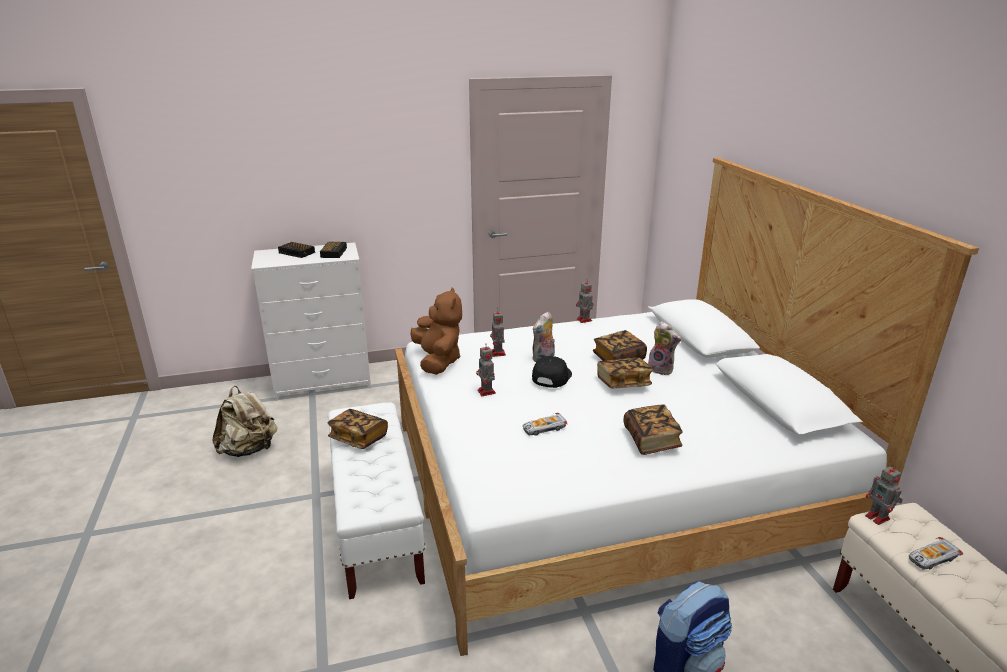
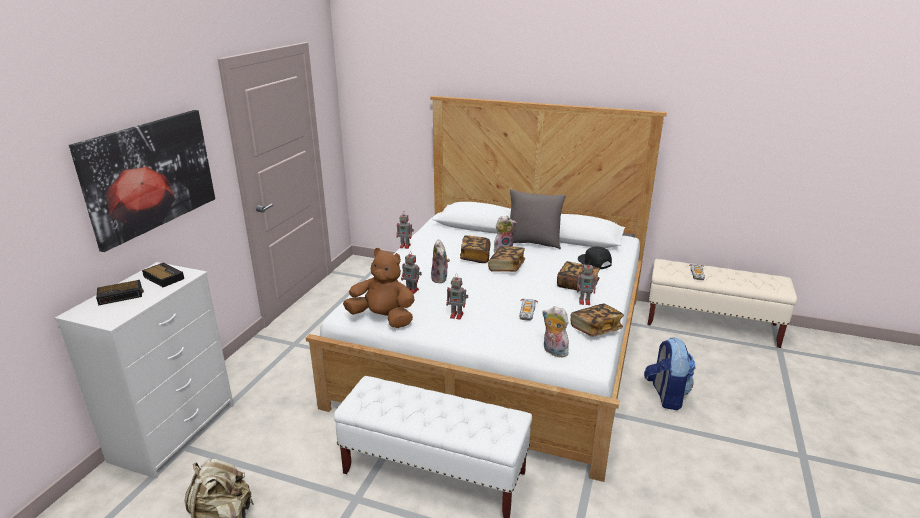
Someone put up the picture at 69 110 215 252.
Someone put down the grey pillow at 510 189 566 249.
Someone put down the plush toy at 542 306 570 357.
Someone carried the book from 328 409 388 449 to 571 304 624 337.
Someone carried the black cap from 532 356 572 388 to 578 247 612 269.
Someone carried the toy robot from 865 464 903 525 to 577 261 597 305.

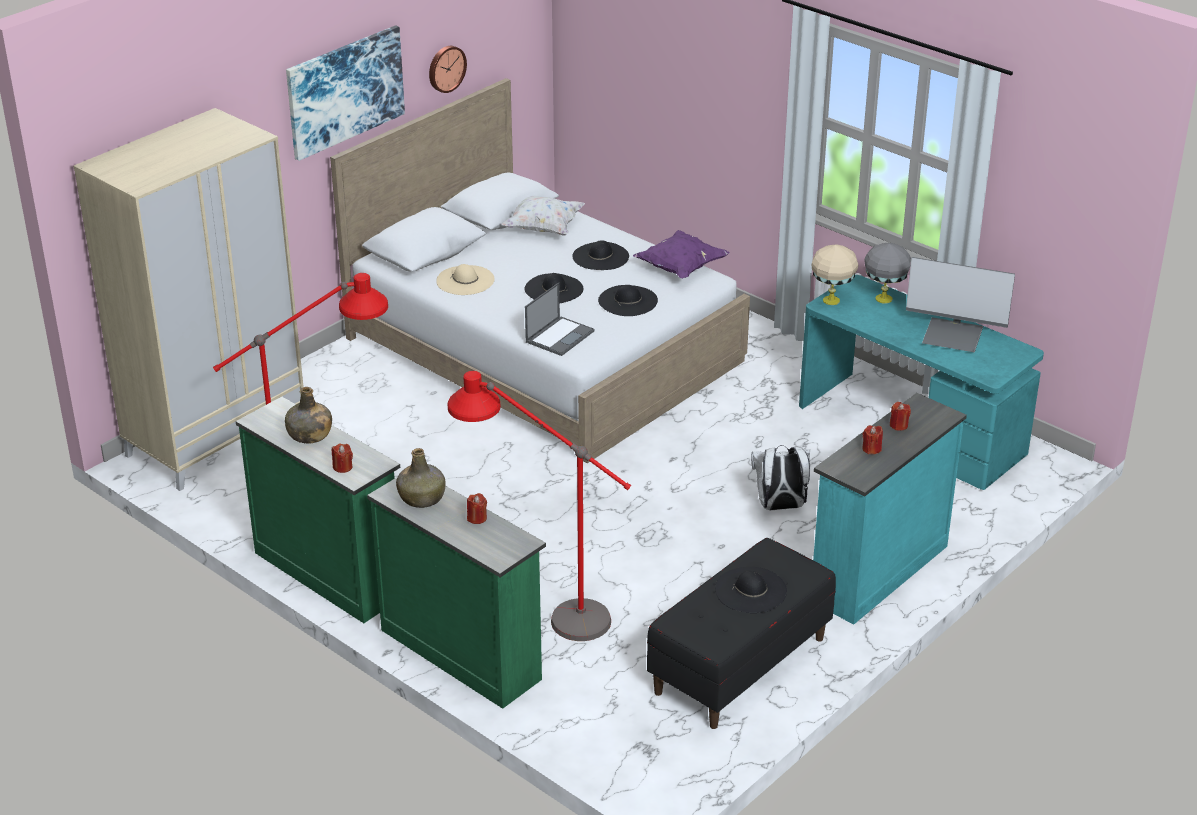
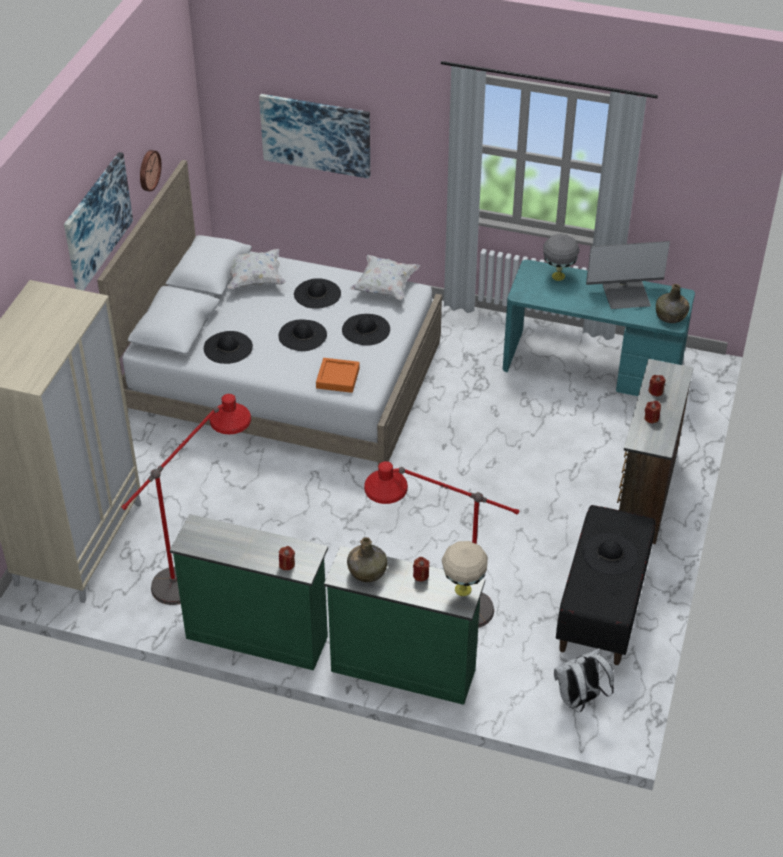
Someone put up the picture at 259 94 370 179.
Someone carried the green bottle from 285 387 332 444 to 656 284 689 323.
Someone carried the white backpack from 751 445 810 510 to 554 648 614 712.
Someone carried the beige table lamp from 812 244 858 305 to 442 541 488 596.
Someone swapped the laptop at 525 282 595 356 for the orange tray at 316 358 360 393.
Someone repainted the beige hat at 436 264 495 295, which became the black hat at 204 331 253 364.
Someone repainted the purple pillow at 633 230 730 278, which became the white pillow at 349 255 420 300.
Someone repainted the turquoise dresser at 813 393 967 625, which became the brown dresser at 617 359 694 544.

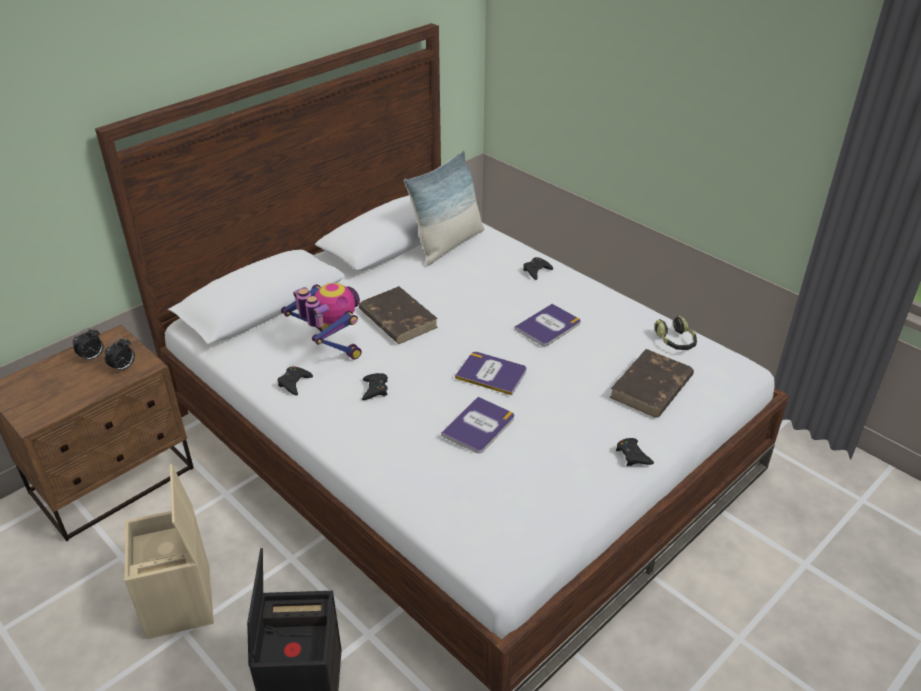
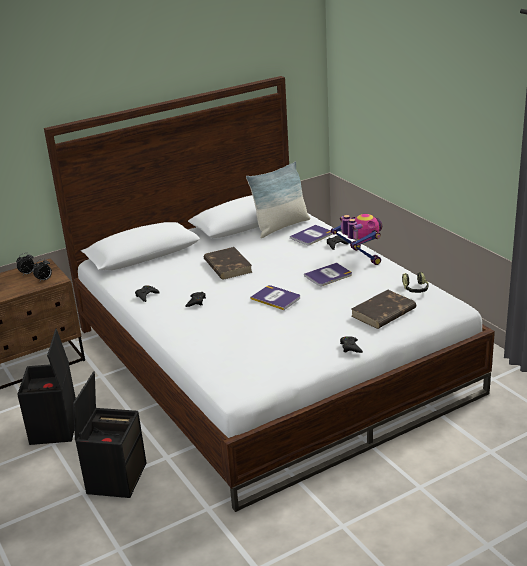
Someone carried the toy robot from 281 283 362 360 to 330 214 382 265.
Someone carried the book from 441 397 514 453 to 290 225 333 245.
Someone repainted the beige storage box at 124 464 214 639, which became the black storage box at 17 329 76 445.

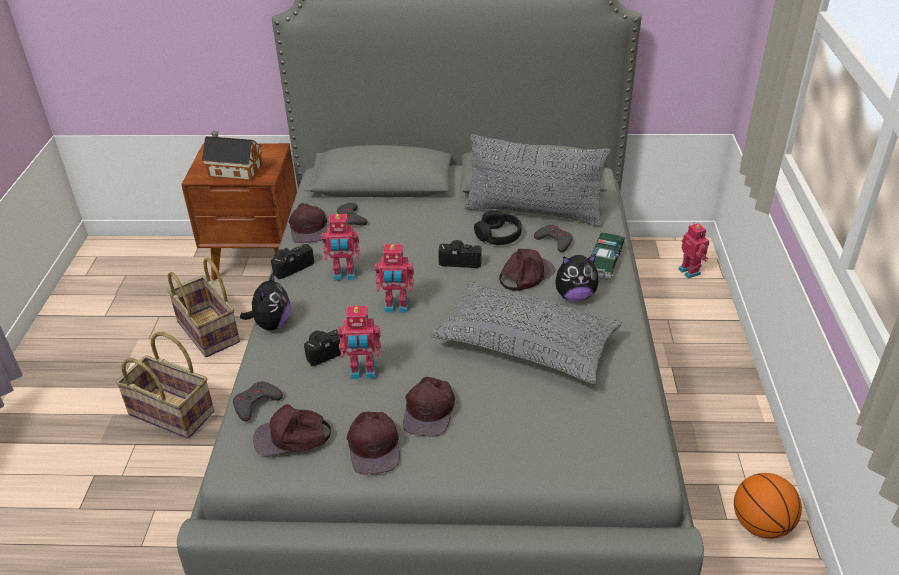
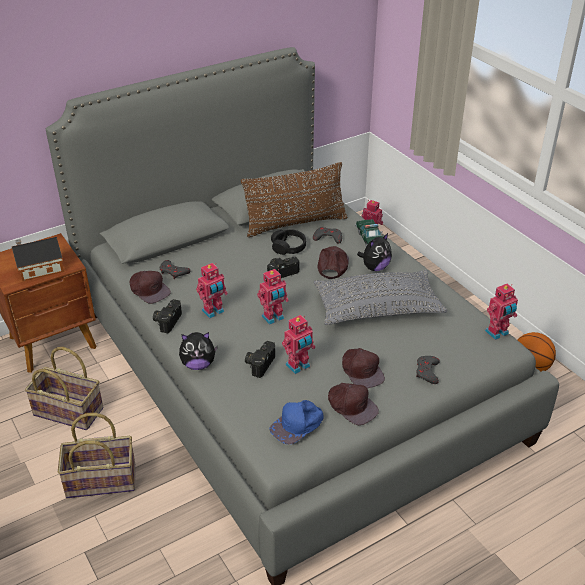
Someone put down the toy robot at 485 284 518 340.
Someone carried the grey game controller from 233 381 283 422 to 416 356 440 384.
Someone repainted the brown cap at 253 404 331 456, which became the blue cap at 270 400 324 444.
Someone repainted the grey pillow at 465 134 611 227, which became the brown pillow at 241 162 348 237.
Someone rotated the plush toy at 240 271 291 330 by 105 degrees clockwise.

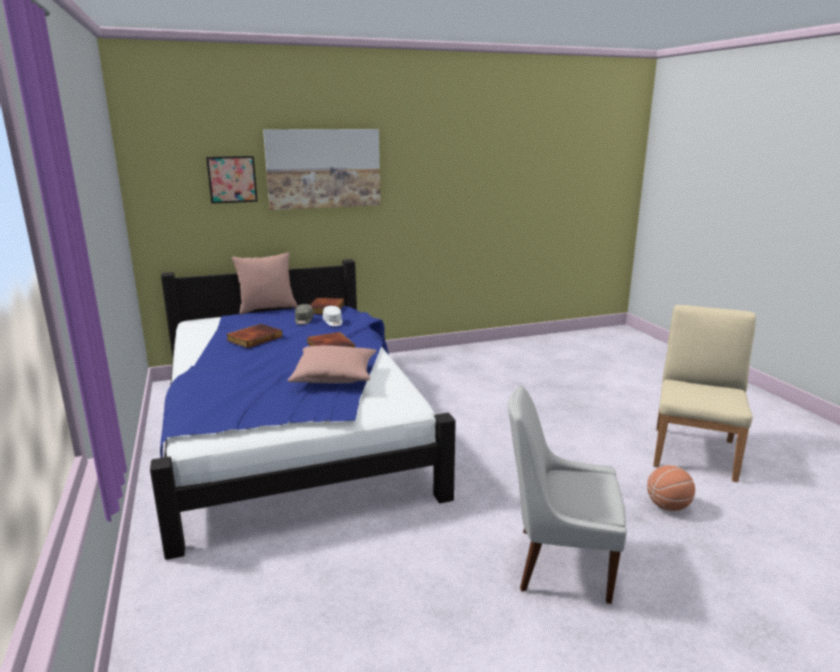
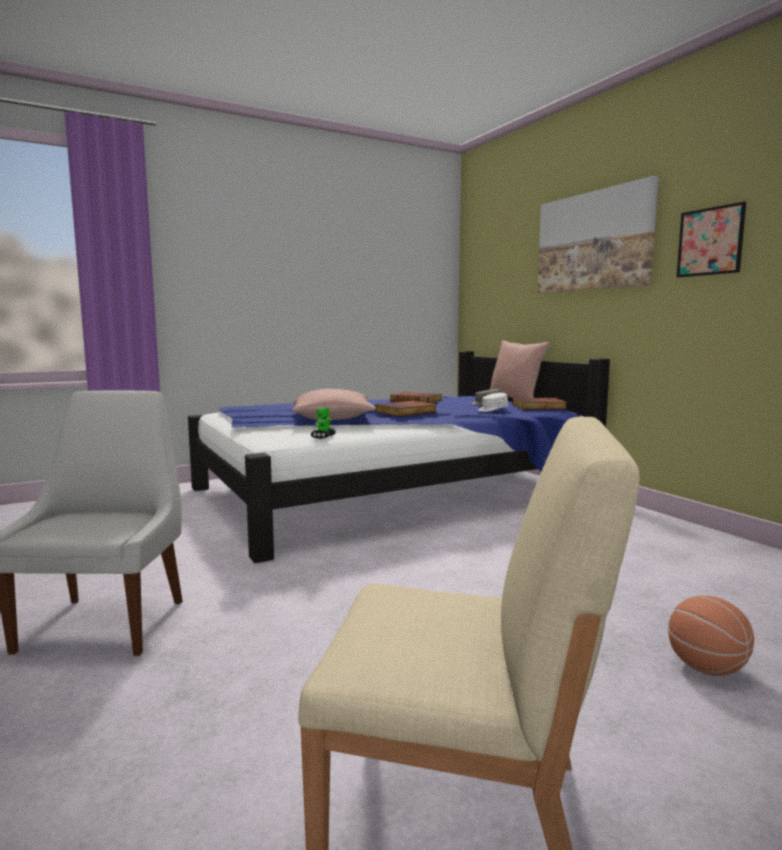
Someone put down the toy robot at 311 408 336 439.
Someone carried the picture from 206 156 258 204 to 677 201 746 277.
Someone carried the basketball from 647 465 695 511 to 668 596 754 676.

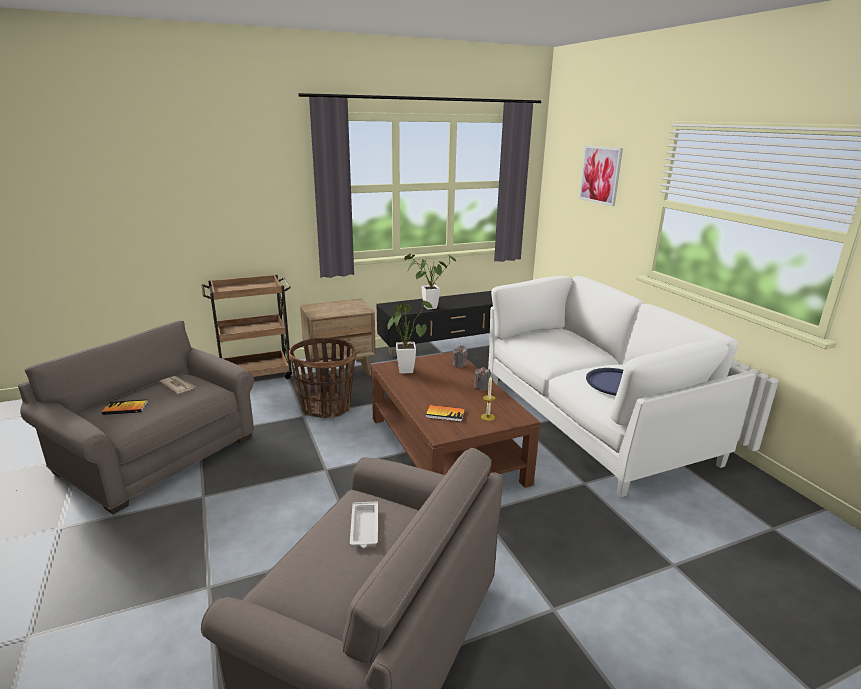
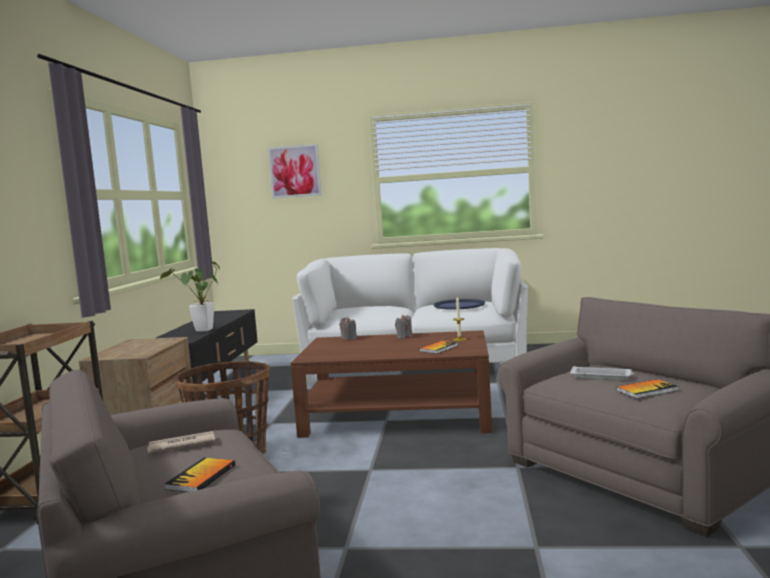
Someone took away the potted plant at 387 300 433 374.
Someone put down the book at 616 379 679 399.

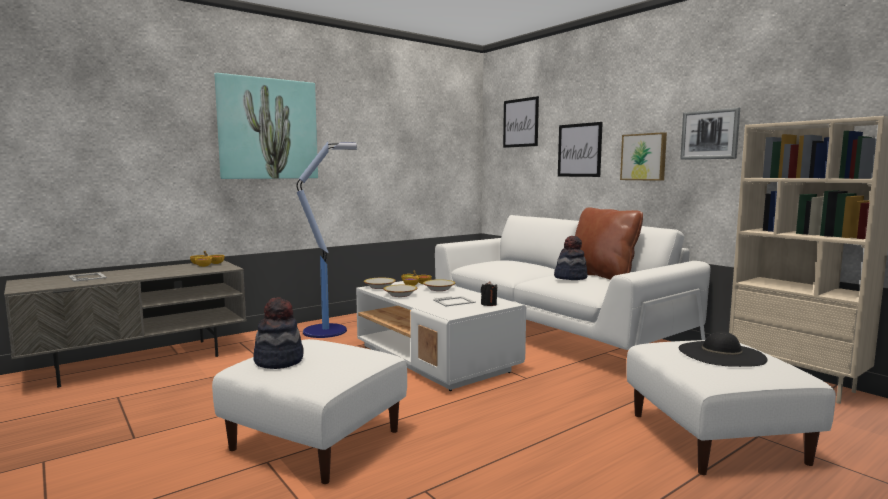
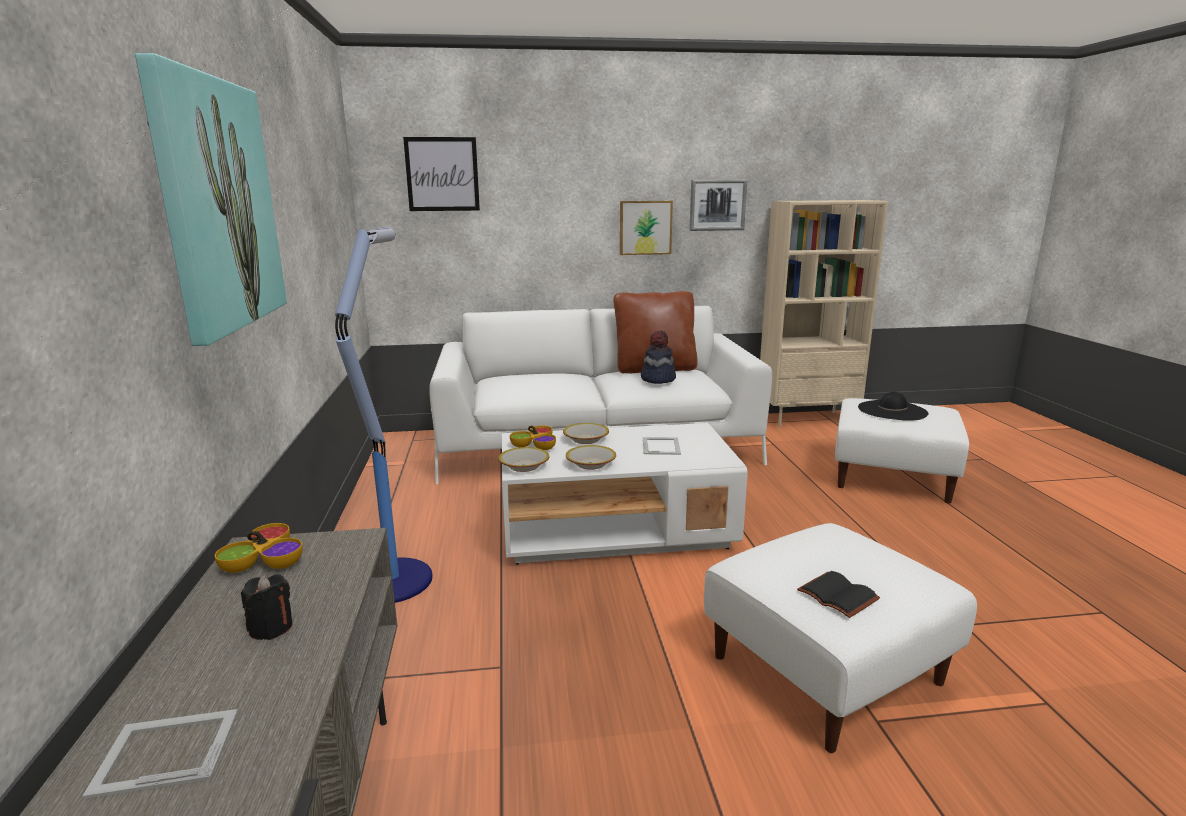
Someone took away the picture at 558 122 603 177.
Someone carried the black candle from 481 281 497 306 to 241 574 293 640.
Someone swapped the hat at 253 297 304 369 for the black book at 797 571 880 618.

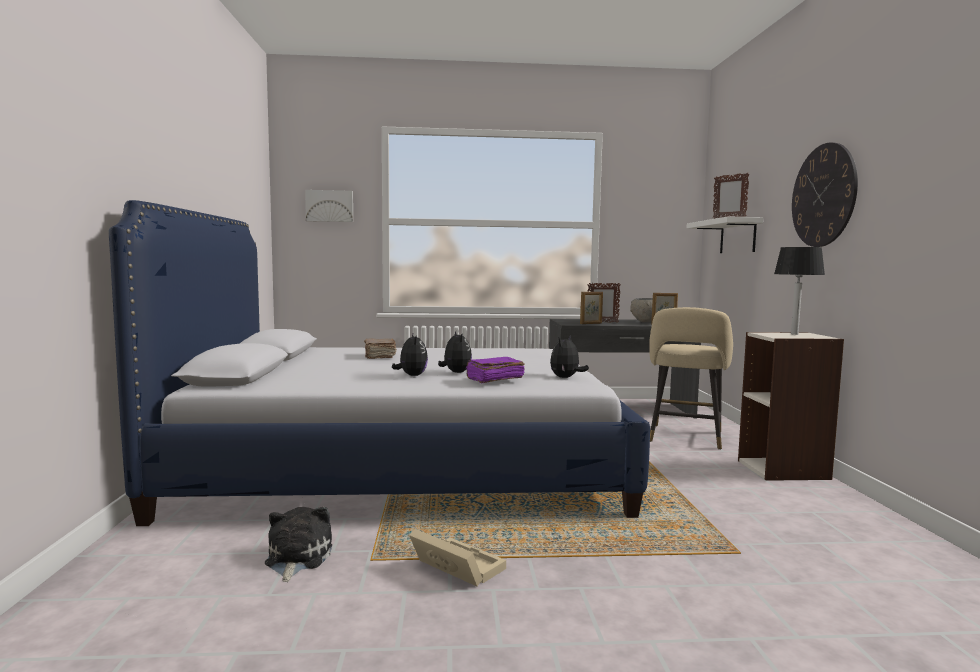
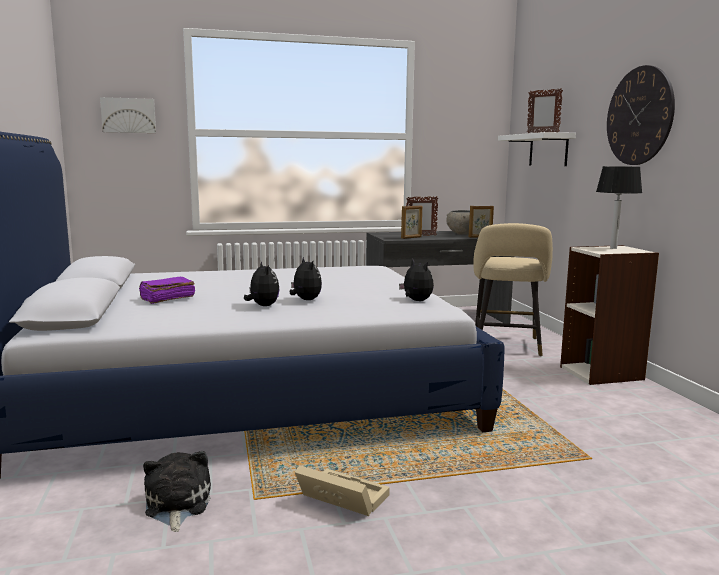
Someone took away the brown book at 364 338 397 359.
Someone carried the purple book from 466 357 525 383 to 139 277 195 304.
Someone rotated the plush toy at 550 335 589 378 by 120 degrees clockwise.

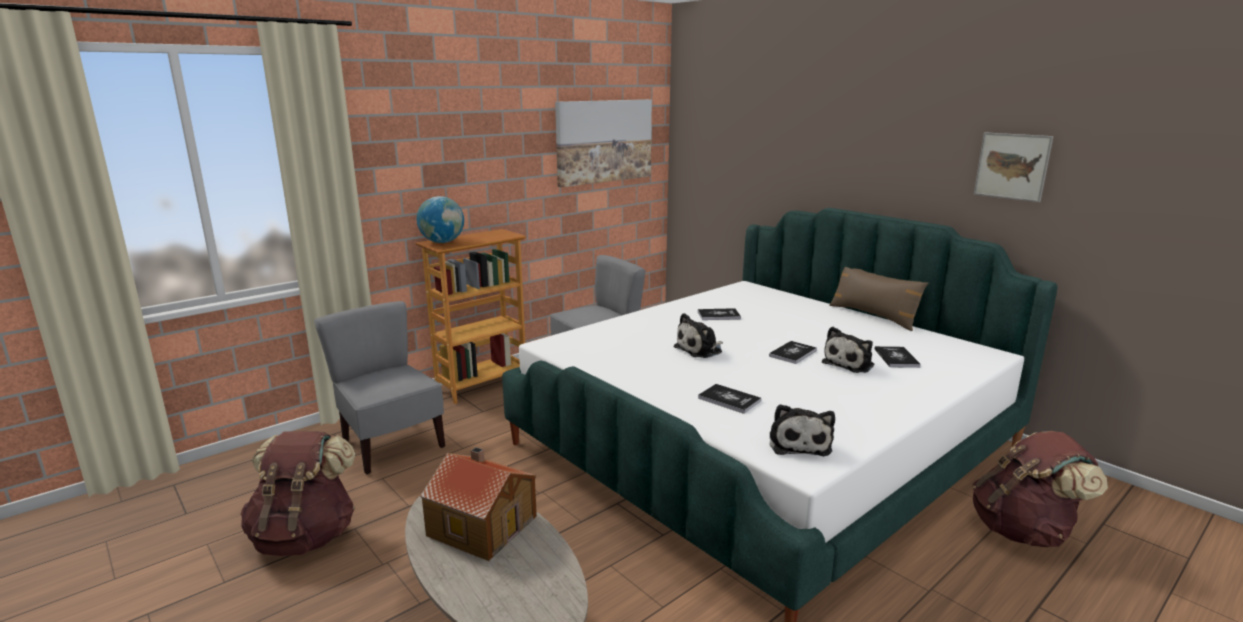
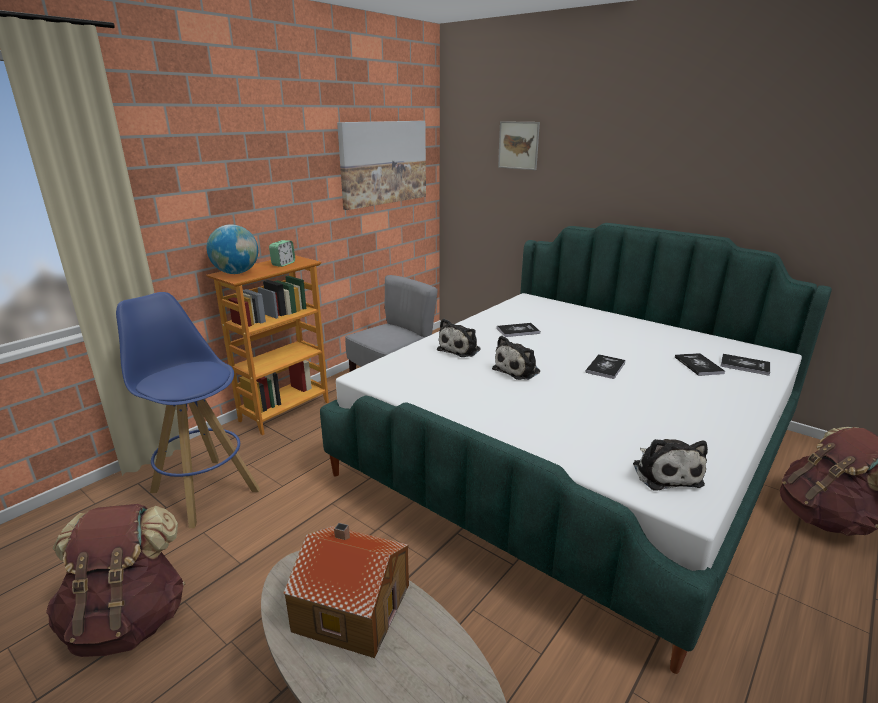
Someone took away the brown pillow at 829 267 928 331.
Someone put down the alarm clock at 269 240 295 267.
Someone carried the book from 698 384 761 414 to 721 354 770 376.
Someone carried the plush toy from 822 327 874 373 to 437 319 481 357.
Someone carried the picture from 974 132 1053 202 to 498 121 540 170.
Someone swapped the grey chair at 314 301 445 474 for the blue stool at 116 292 260 528.

